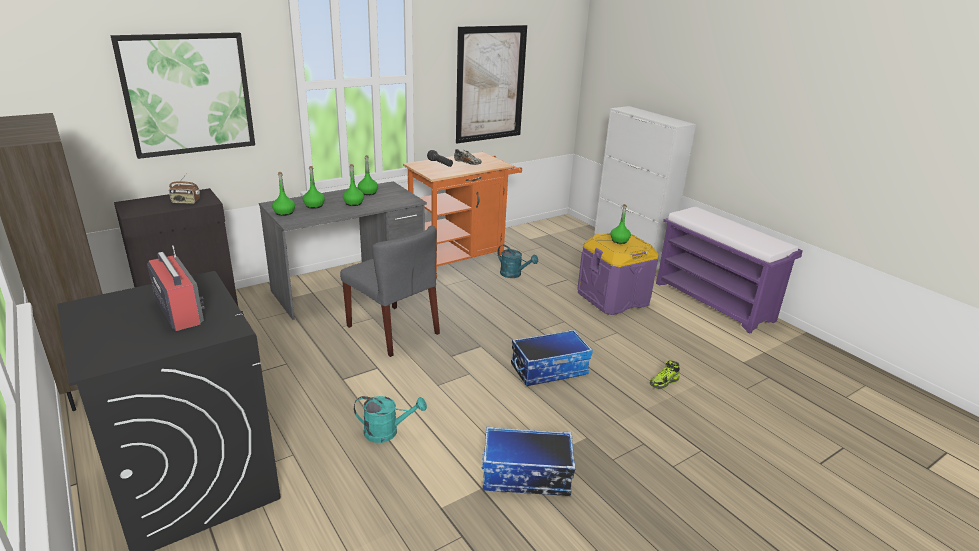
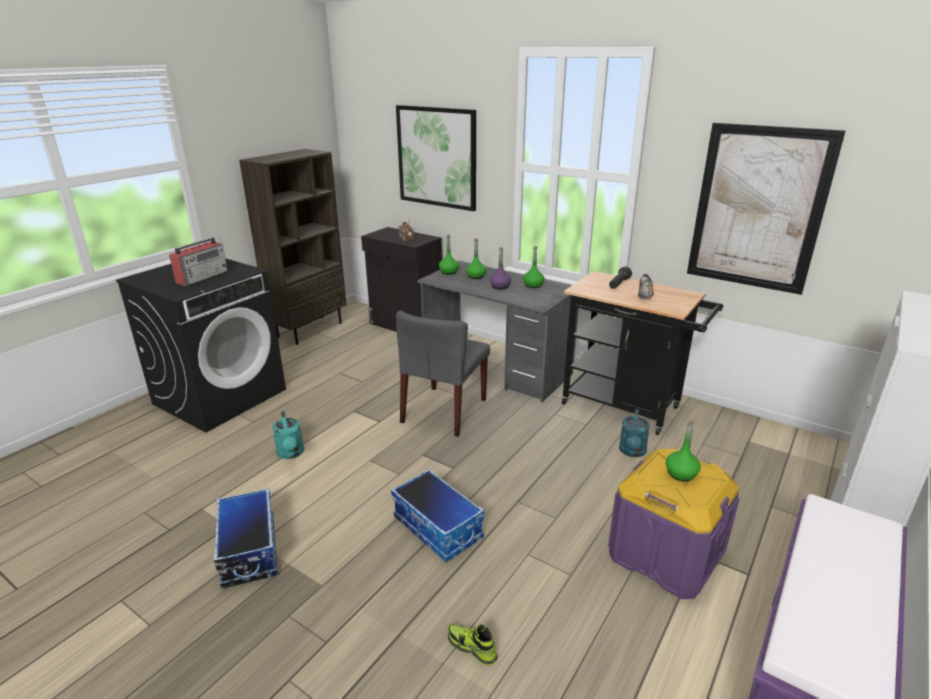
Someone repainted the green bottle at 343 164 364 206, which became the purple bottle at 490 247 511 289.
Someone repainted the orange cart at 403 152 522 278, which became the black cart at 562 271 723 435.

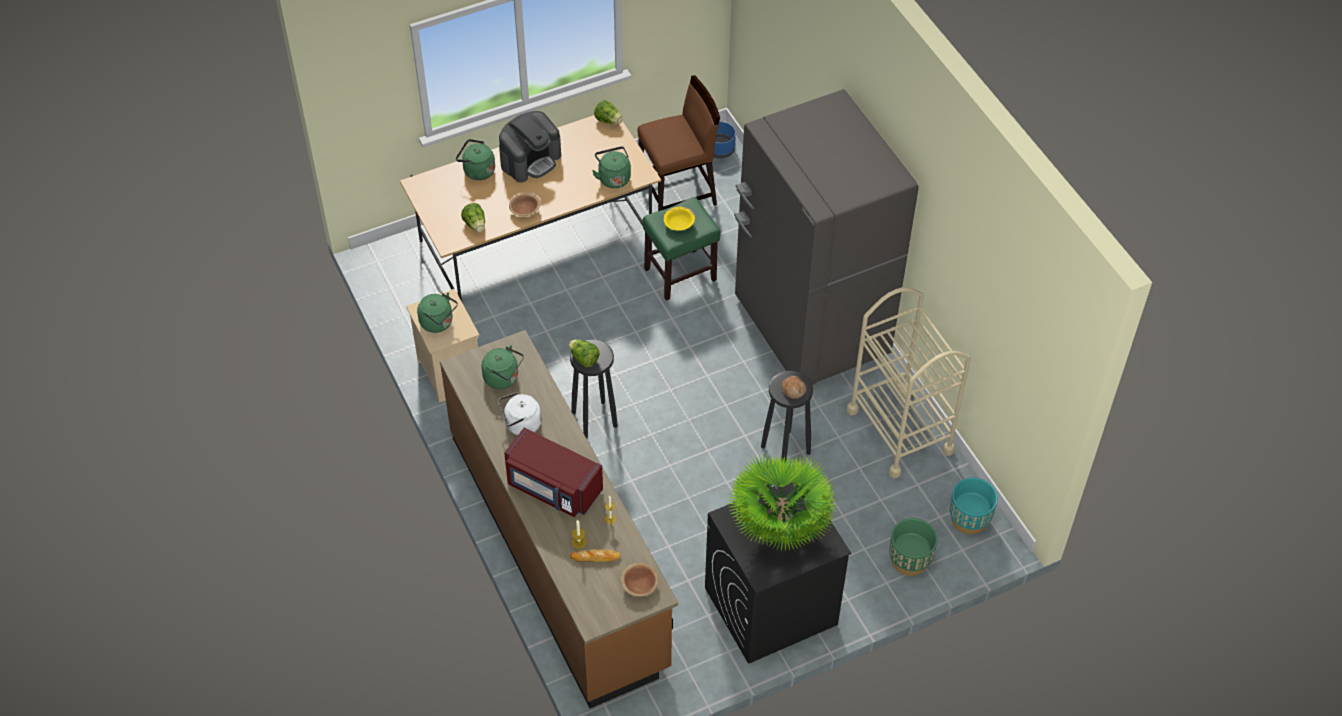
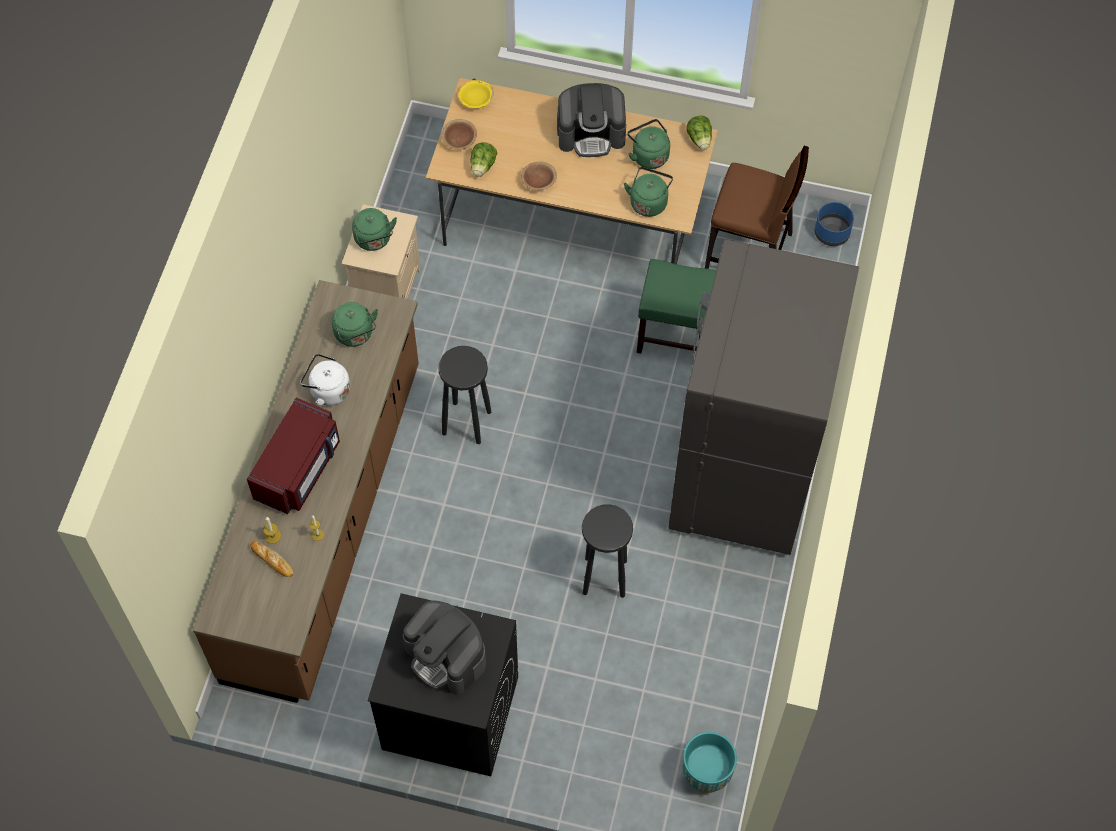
Someone took away the lettuce at 568 340 599 367.
Someone took away the bread at 781 376 806 399.
Someone took away the beige cart at 847 287 971 478.
Someone took away the green planter at 889 518 938 576.
Someone carried the green kettle from 456 139 495 180 to 627 119 670 169.
Someone carried the brown bowl from 621 563 658 597 to 441 119 477 150.
Someone carried the yellow bowl from 664 207 695 231 to 459 80 494 108.
Someone swapped the potted plant at 727 455 837 551 for the coffee machine at 403 600 486 695.
Someone rotated the red microwave at 504 428 603 517 by 135 degrees counterclockwise.

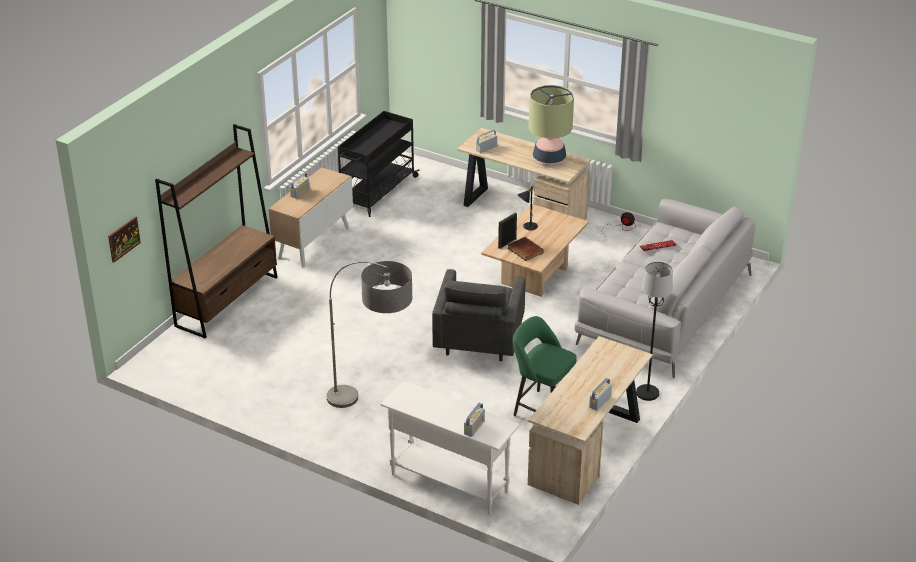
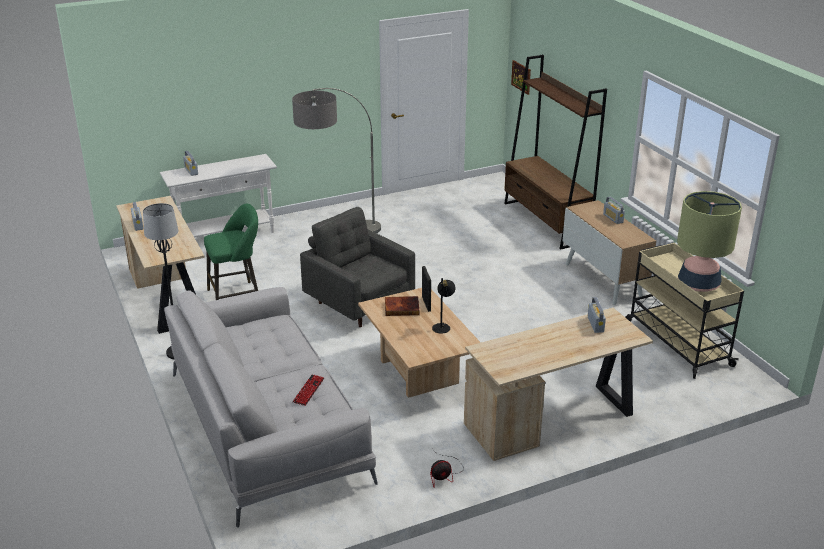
Someone carried the table lamp from 529 85 574 165 to 677 191 742 292.
Someone repainted the black cart at 338 111 420 217, which became the beige cart at 625 243 744 379.

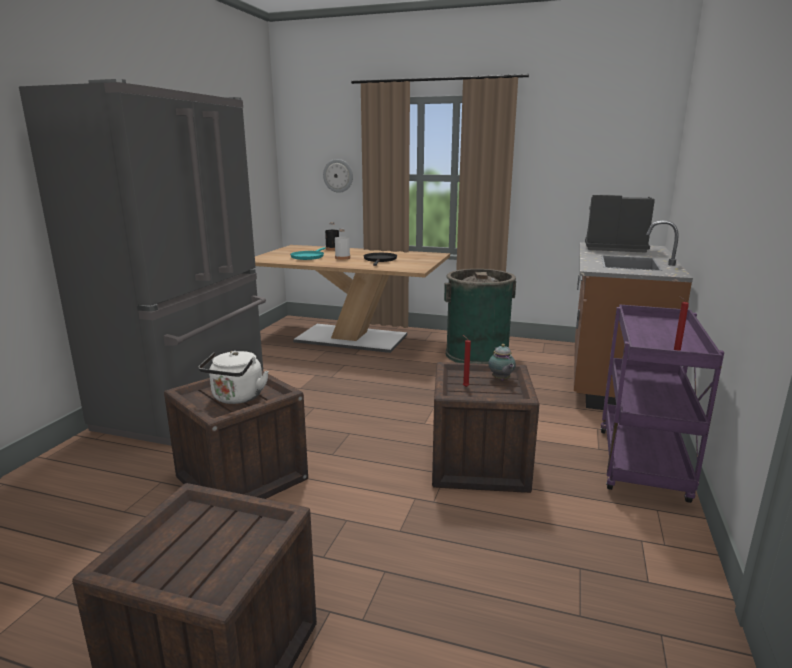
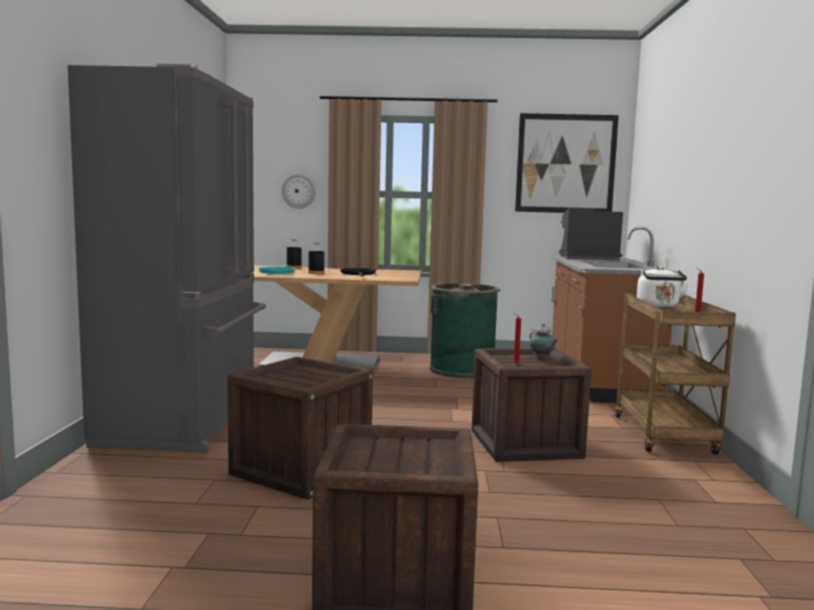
Someone put up the picture at 515 113 619 213.
Someone carried the white kettle from 199 351 269 404 to 637 267 689 308.
Someone repainted the white bottle at 335 229 350 260, which became the black bottle at 308 242 325 274.
Someone repainted the purple cart at 600 305 724 503, which became the brown cart at 615 293 736 454.

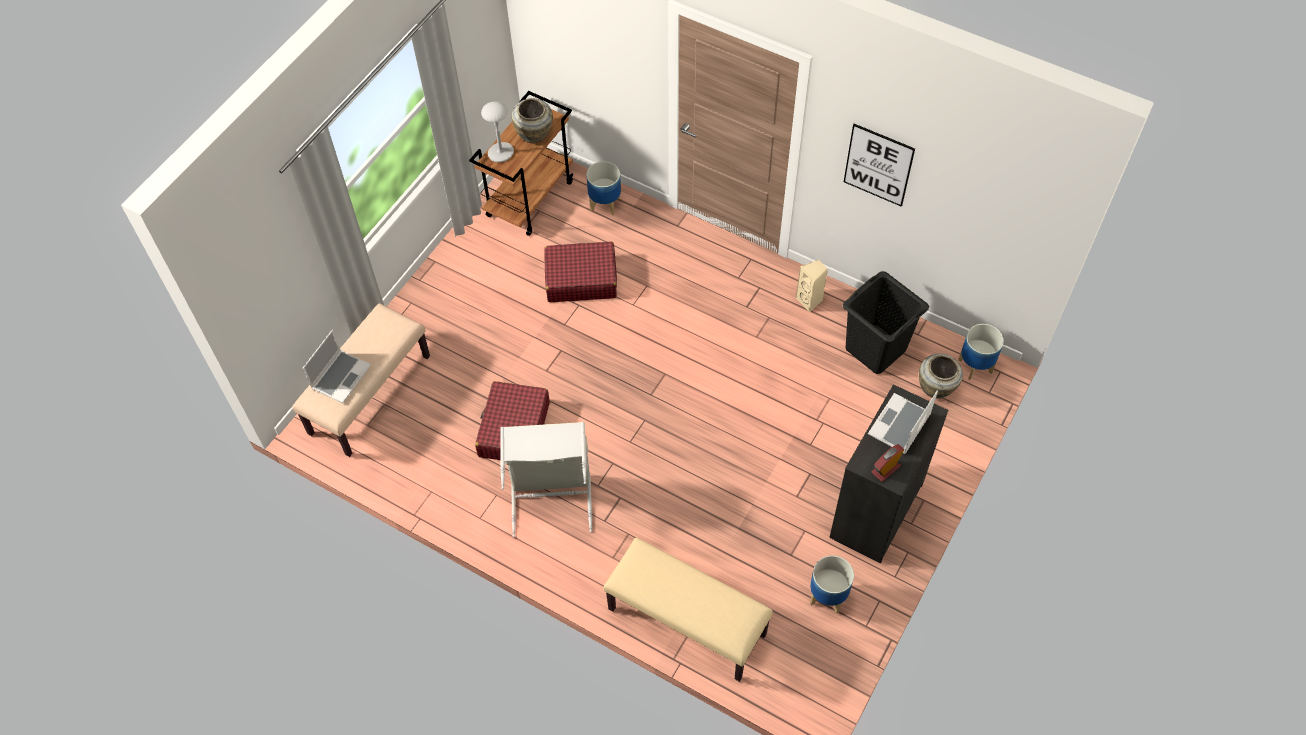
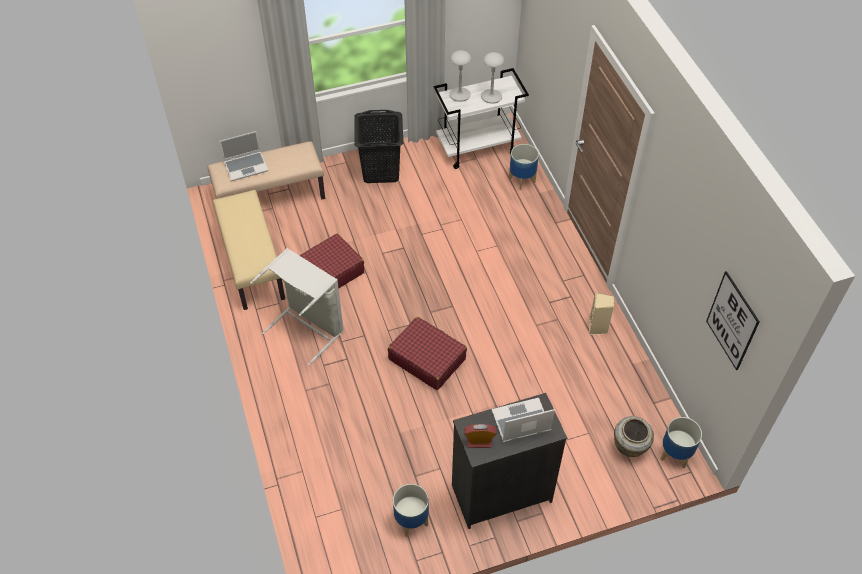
Someone carried the red suitcase from 544 241 617 302 to 388 317 467 390.
Someone carried the beige bench from 603 537 773 682 to 213 190 285 310.
Someone carried the black laundry basket from 843 271 929 374 to 354 110 403 183.
Someone carried the picture from 844 124 915 207 to 706 271 760 370.
Someone swapped the beige vase at 512 98 553 143 for the grey table lamp at 481 52 504 104.
Someone repainted the brown cart at 469 91 574 236, which became the white cart at 434 68 529 169.

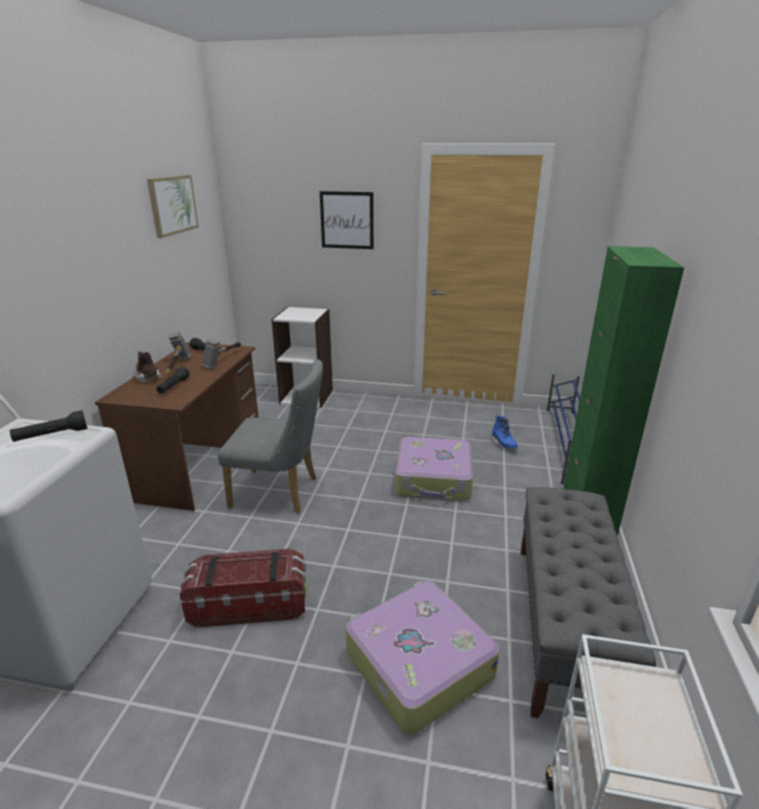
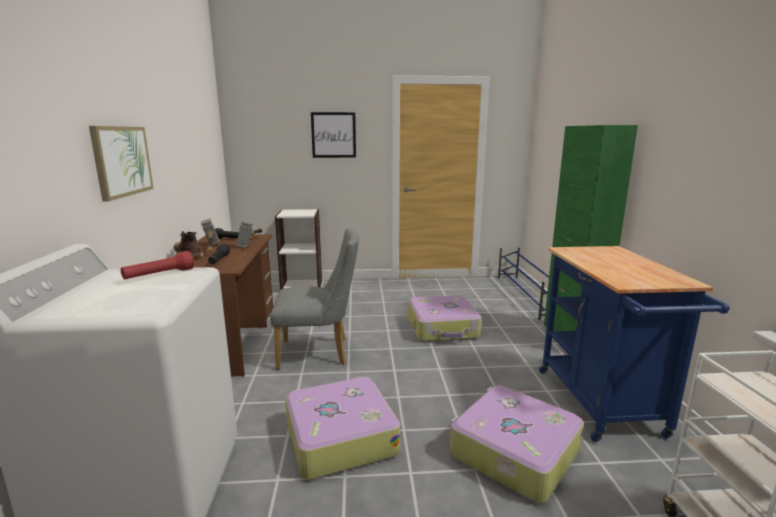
Someone took away the blue boot at 491 415 518 449.
Someone carried the picture from 147 175 199 238 to 89 126 154 201.
Someone swapped the storage box at 180 549 308 628 for the suitcase at 285 377 400 480.
Someone swapped the grey bench at 520 487 656 718 for the blue cart at 539 246 730 442.
Someone repainted the black flashlight at 10 410 87 442, which became the red flashlight at 121 251 194 279.

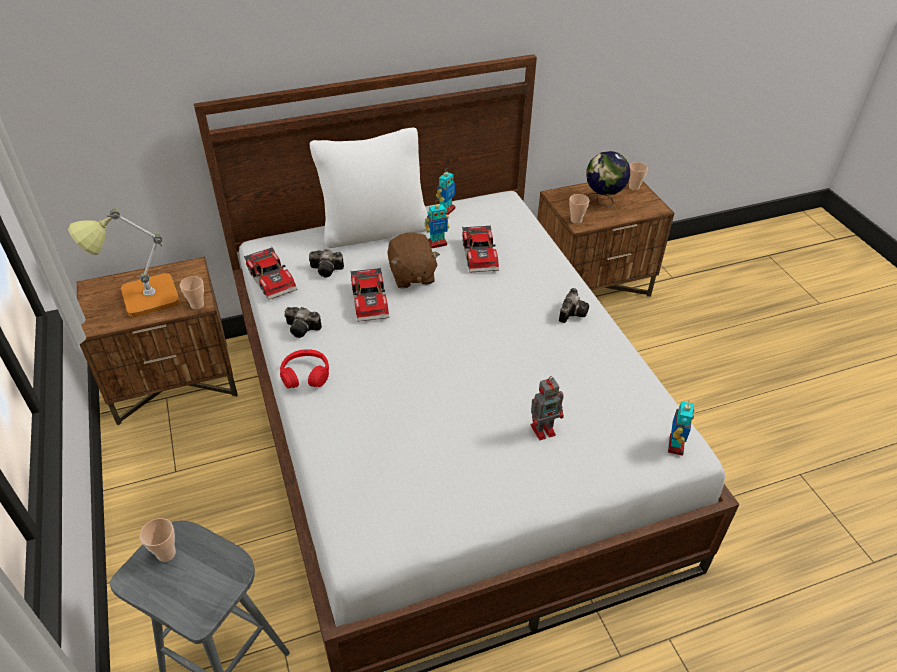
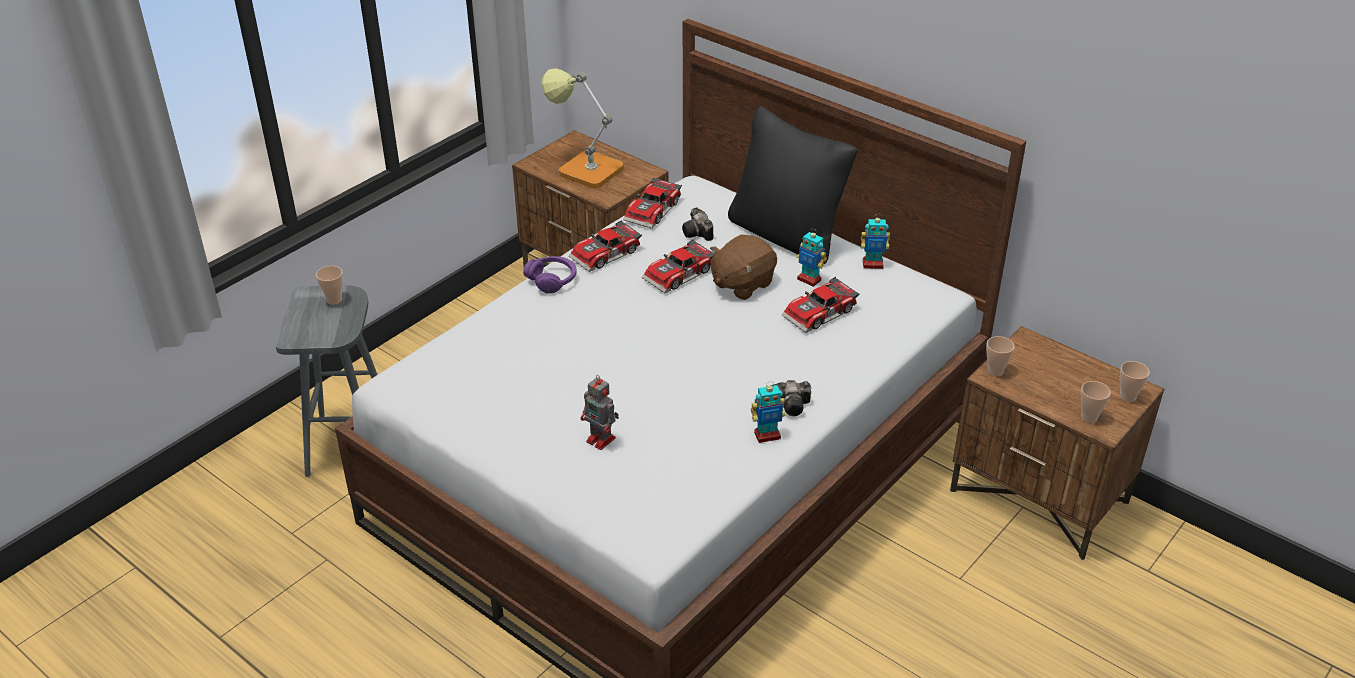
Someone took away the globe at 586 151 630 207.
Someone carried the cup from 180 276 204 309 to 1081 381 1111 423.
Someone carried the toy robot from 668 400 694 456 to 751 381 785 443.
Someone swapped the photo camera at 284 307 322 338 for the toy car at 569 220 642 272.
Someone repainted the red headphones at 280 349 329 388, which became the purple headphones at 523 256 577 294.
Someone repainted the white pillow at 310 128 428 248, which became the black pillow at 728 106 858 264.

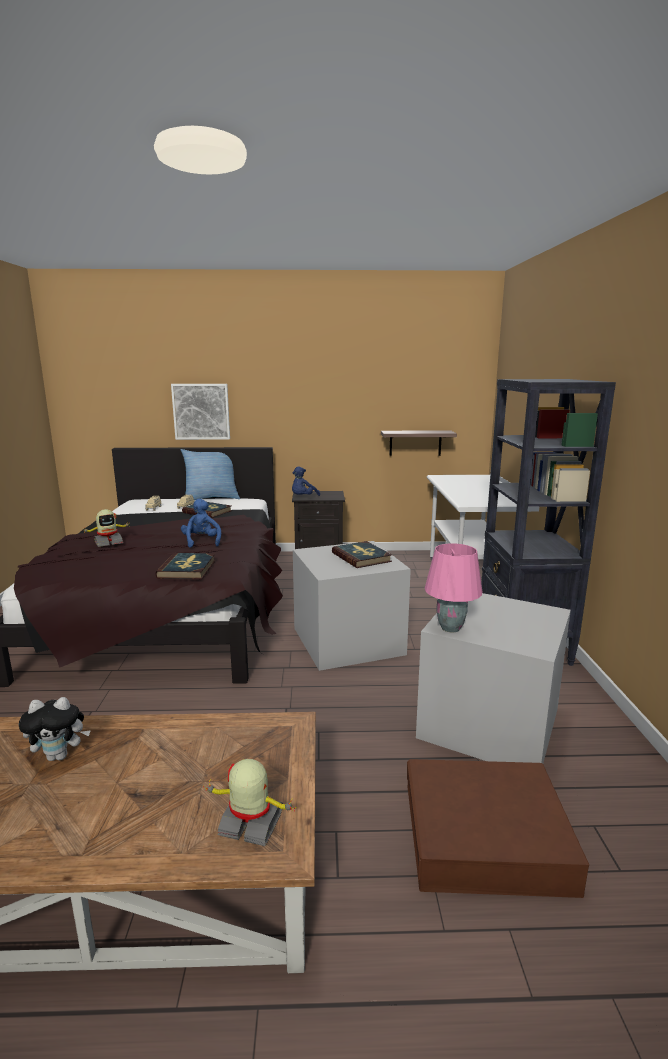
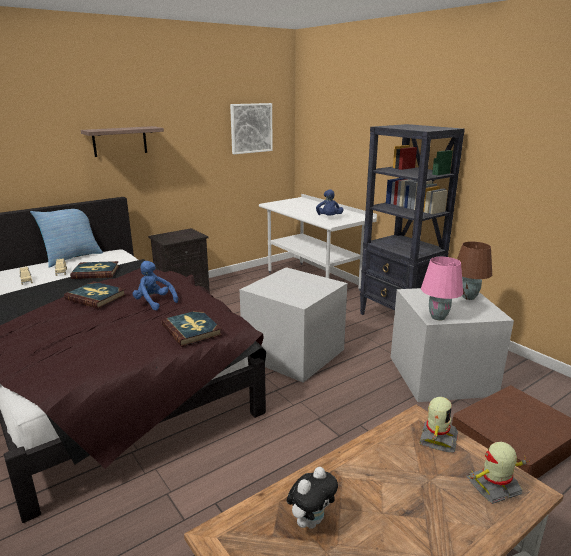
Someone put down the brown table lamp at 457 242 492 300.
Someone carried the toy robot from 83 509 131 547 to 419 397 458 453.
Someone carried the picture from 171 384 230 440 to 230 103 273 154.
Someone carried the blue plush toy from 292 466 320 496 to 316 189 344 216.
Someone carried the book from 332 541 392 568 to 64 281 126 309.
Someone carried the shelf from 381 430 457 456 to 81 126 164 157.

